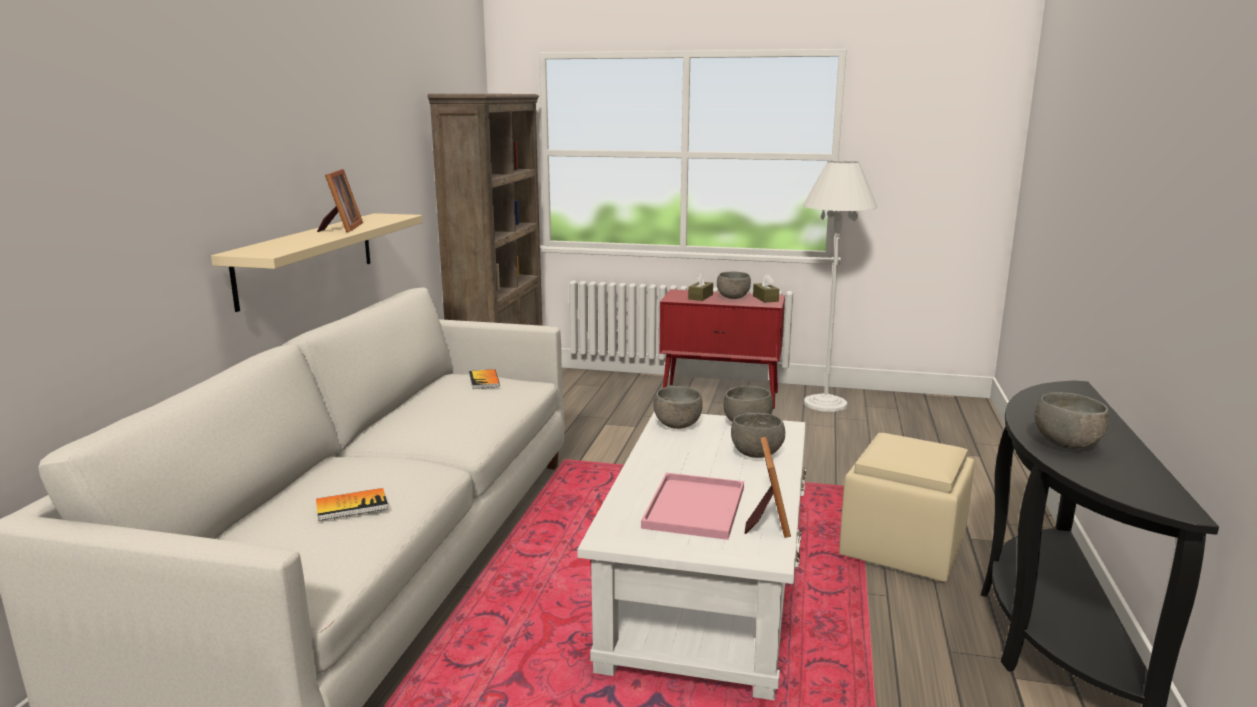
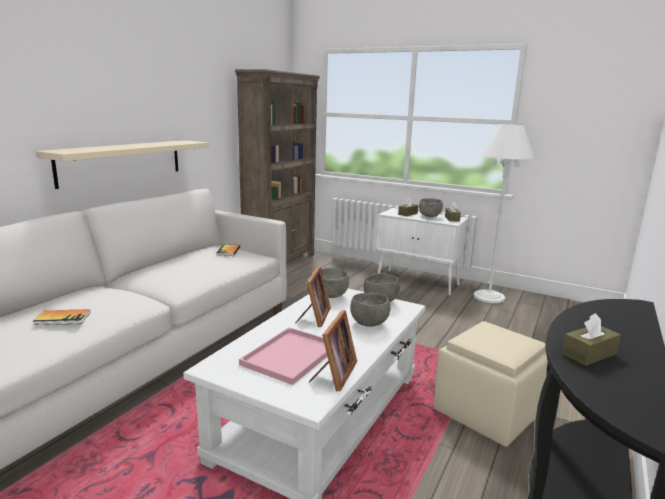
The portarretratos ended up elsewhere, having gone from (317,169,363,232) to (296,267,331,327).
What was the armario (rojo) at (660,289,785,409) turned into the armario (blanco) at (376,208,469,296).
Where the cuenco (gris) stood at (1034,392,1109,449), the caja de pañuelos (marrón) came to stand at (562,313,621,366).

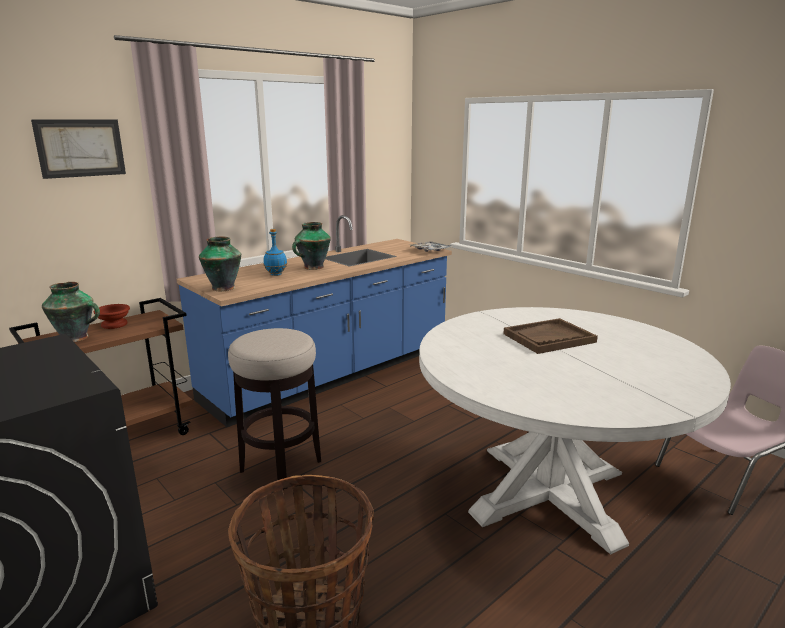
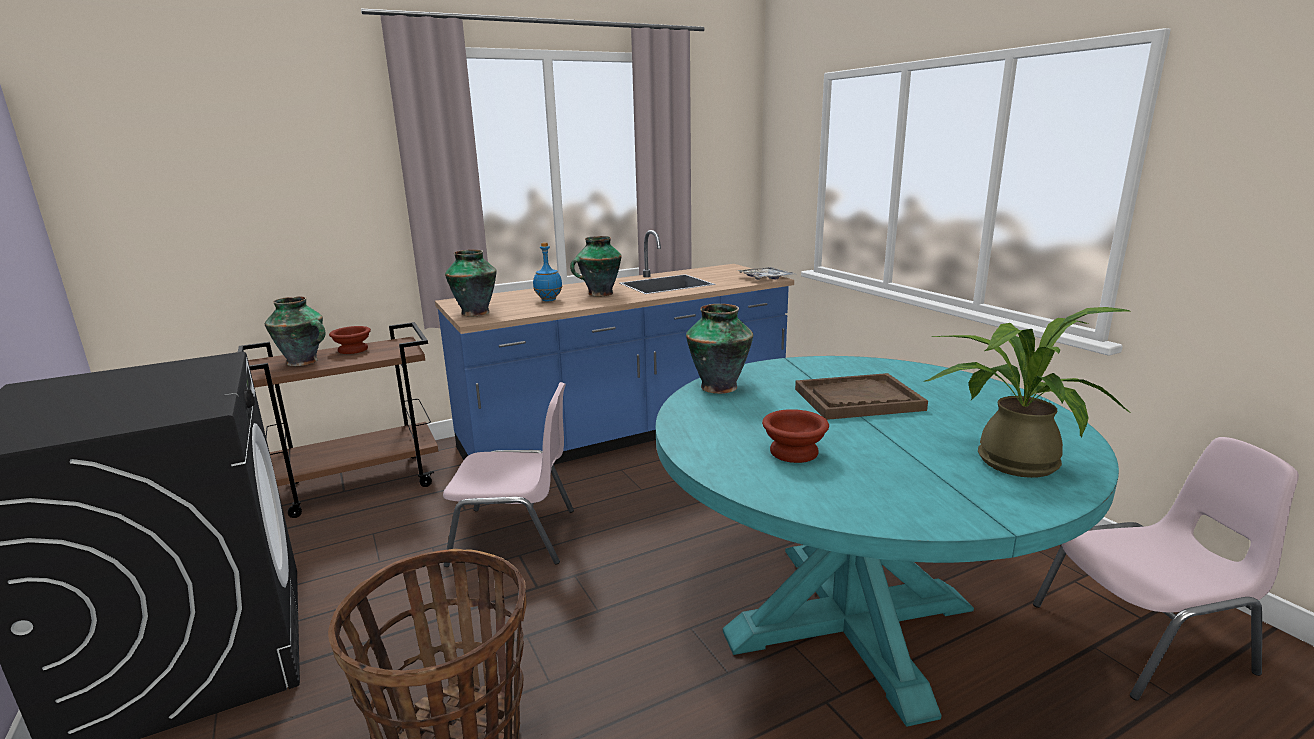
The second view lost the cuadro at (31,120,126,179).
Where the taburete stood at (228,328,321,490), the silla (rosa) came to stand at (443,382,574,567).
What was the mesa de comedor (blanco) at (419,307,731,555) turned into the mesa de comedor (turquesa) at (656,356,1119,727).
The second view gained the florero at (686,304,753,394).
The second view gained the cuenco (marrón) at (762,409,829,463).
The second view gained the planta en maceta at (923,307,1132,478).

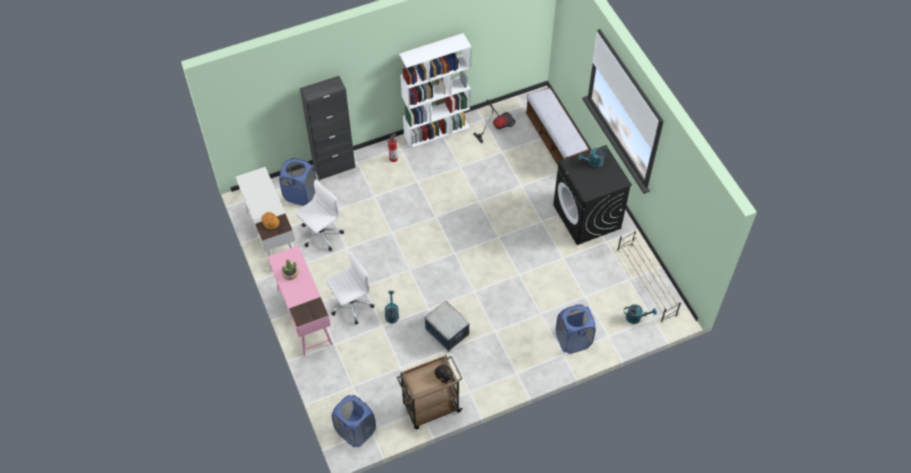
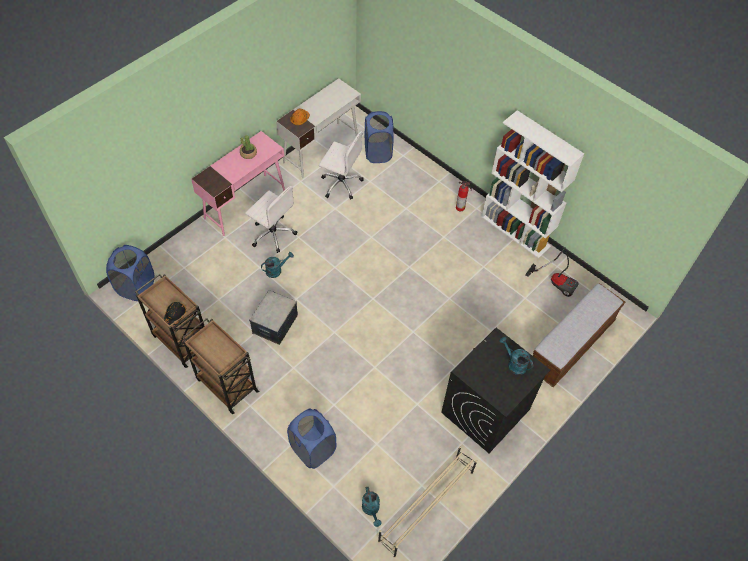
The second view lost the armario (negro) at (300,76,355,180).
The second view gained the carrito (marrón) at (182,318,260,414).

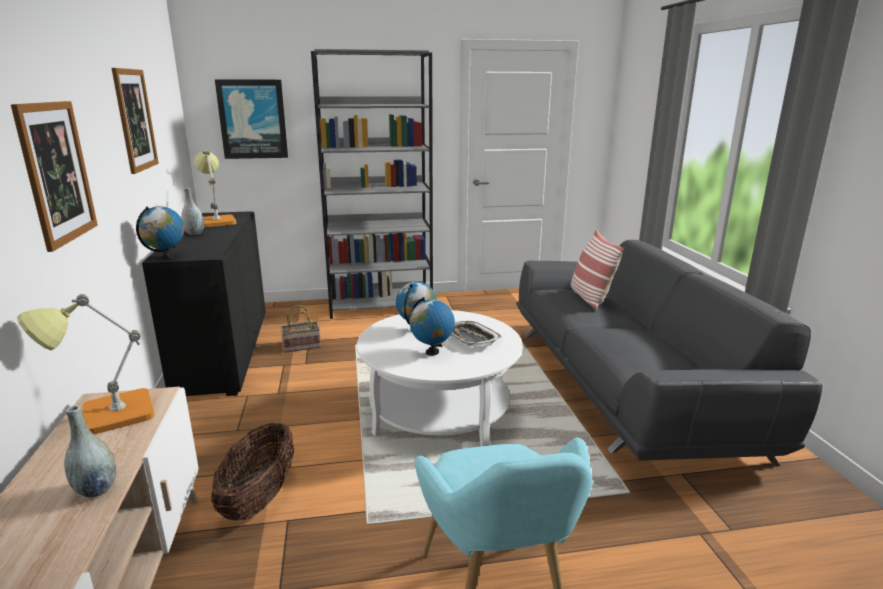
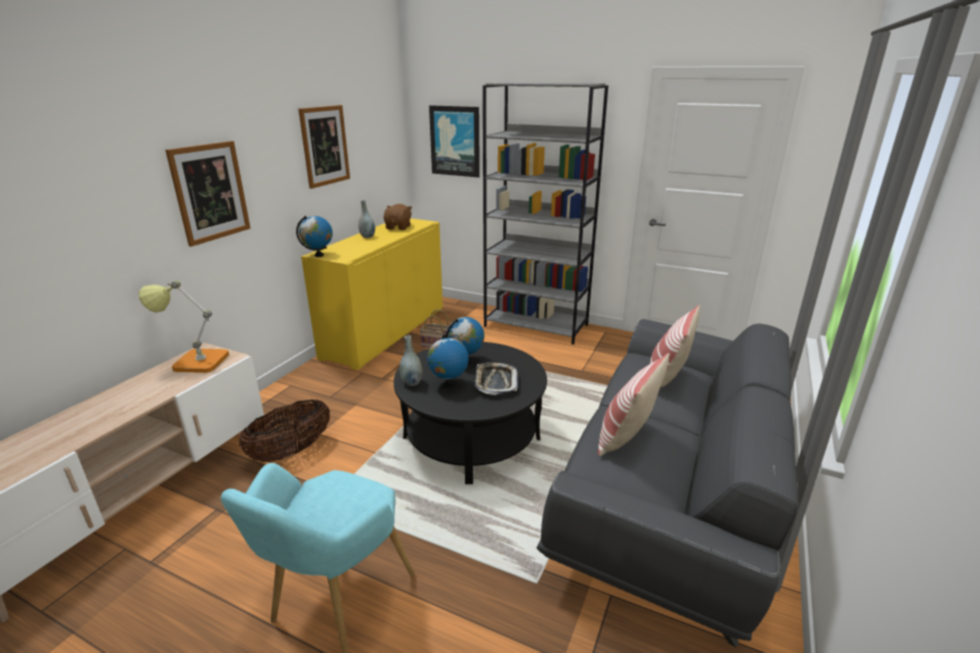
The florero (gris) ended up elsewhere, having gone from (64,405,116,498) to (399,335,423,386).
What was the armario (negro) at (142,211,266,396) turned into the armario (amarillo) at (301,218,443,370).
Where the lámpara de mesa stood at (194,149,236,227), the peluche (marrón) came to stand at (384,204,412,230).
What was the mesa de centro (blanco) at (357,310,523,447) turned into the mesa de centro (negro) at (394,342,547,484).
The second view gained the cojín at (598,353,670,456).

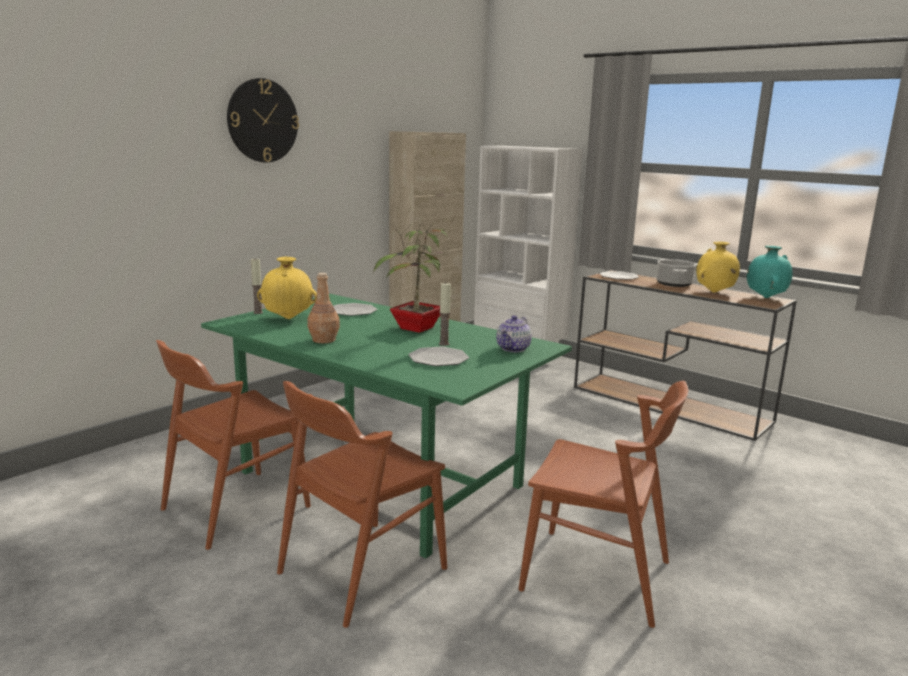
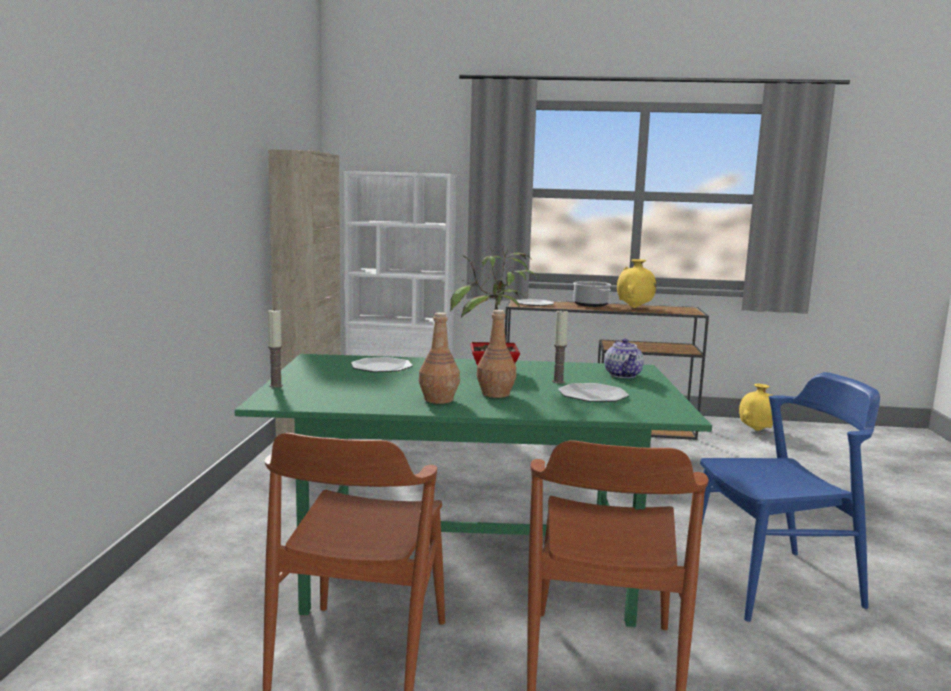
The second view lost the reloj de pared at (227,78,299,162).
The florero (amarillo) ended up elsewhere, having gone from (257,257,317,319) to (739,384,773,431).
What was the silla (marrón) at (519,381,688,628) turned into the silla (azul) at (700,372,880,622).
The second view lost the florero (turquesa) at (747,246,793,298).
The second view gained the botella (marrón) at (477,310,516,398).

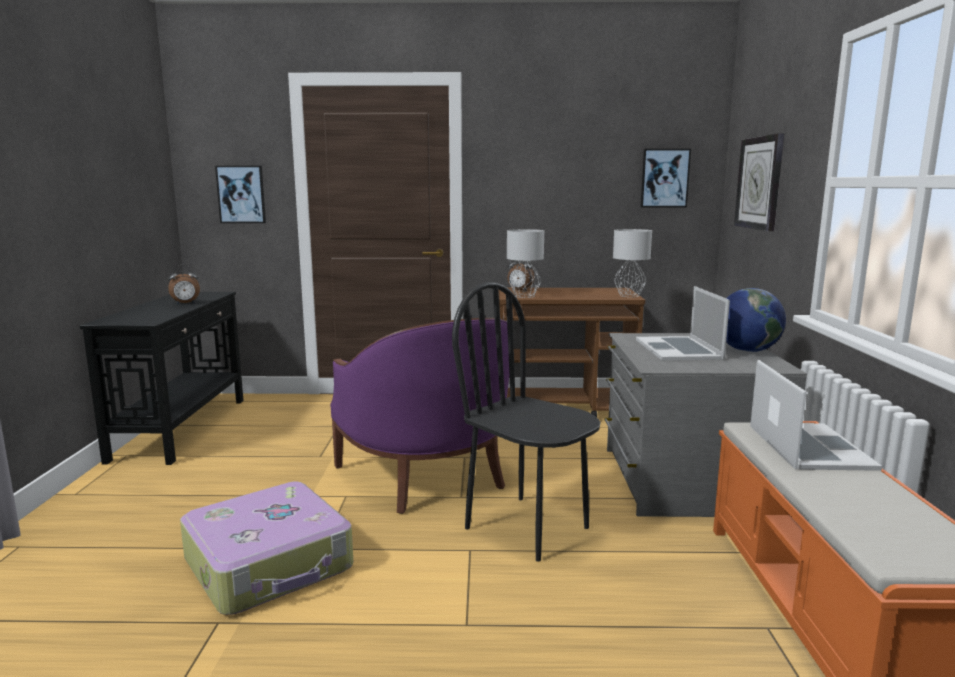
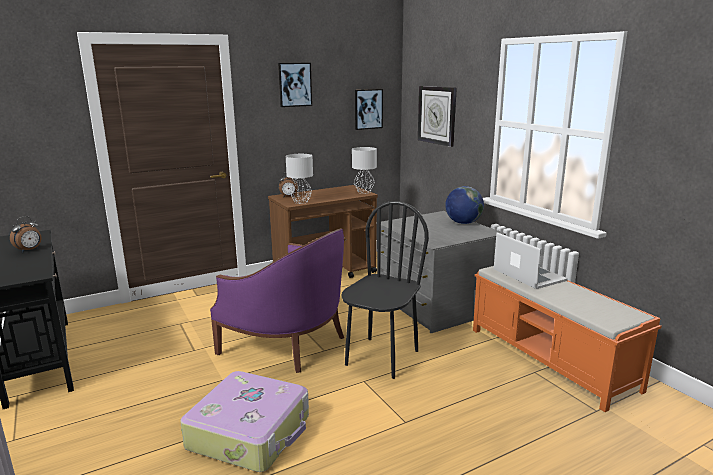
The cuadro ended up elsewhere, having gone from (215,166,266,223) to (278,63,312,107).
The silla (negro) at (452,282,601,562) ended up facing another way, 105 degrees clockwise from before.
The second view lost the portátil at (636,286,730,361).

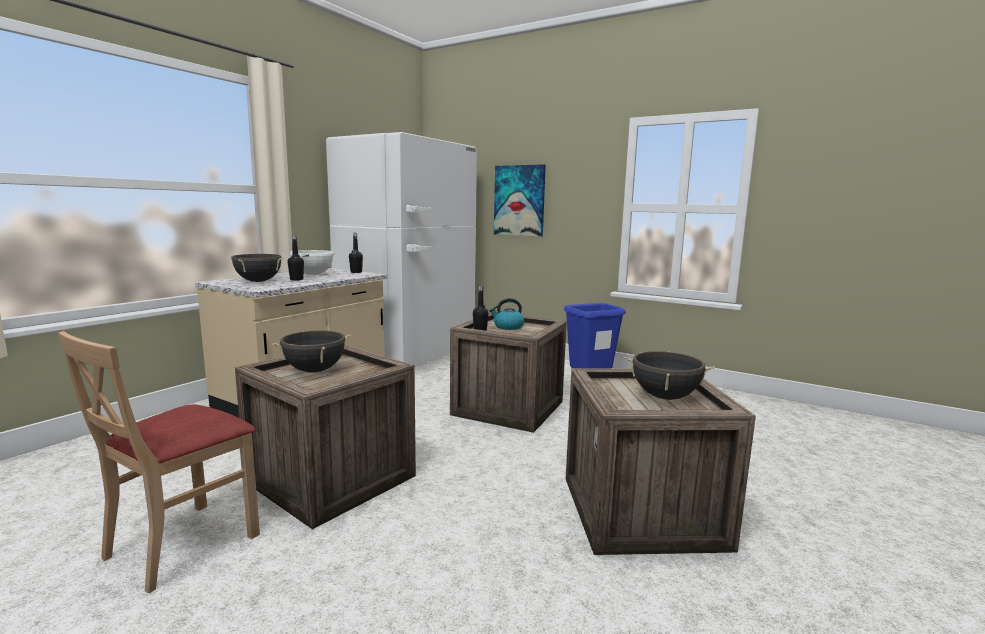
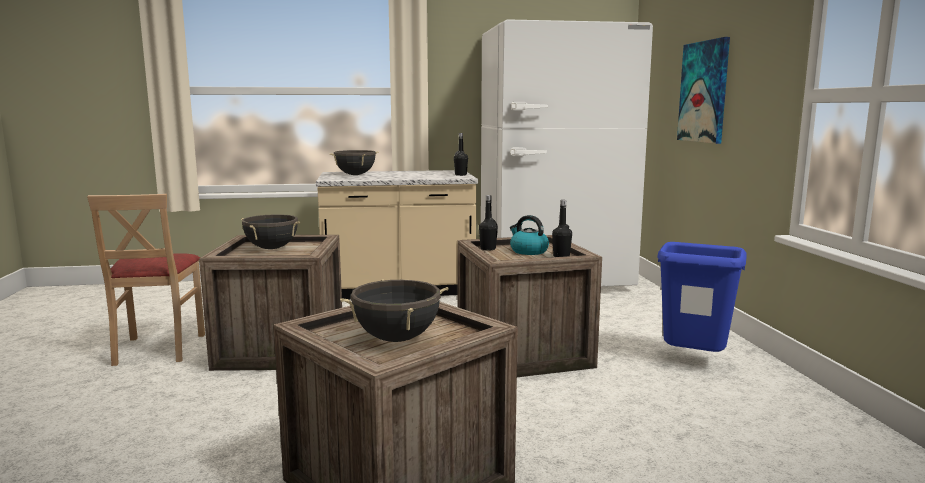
The silla (beis) at (58,331,260,594) ended up facing another way, 90 degrees counterclockwise from before.
The botella (negro) ended up elsewhere, having gone from (288,235,304,281) to (552,200,572,257).
The second view lost the olla (blanco) at (290,250,335,275).

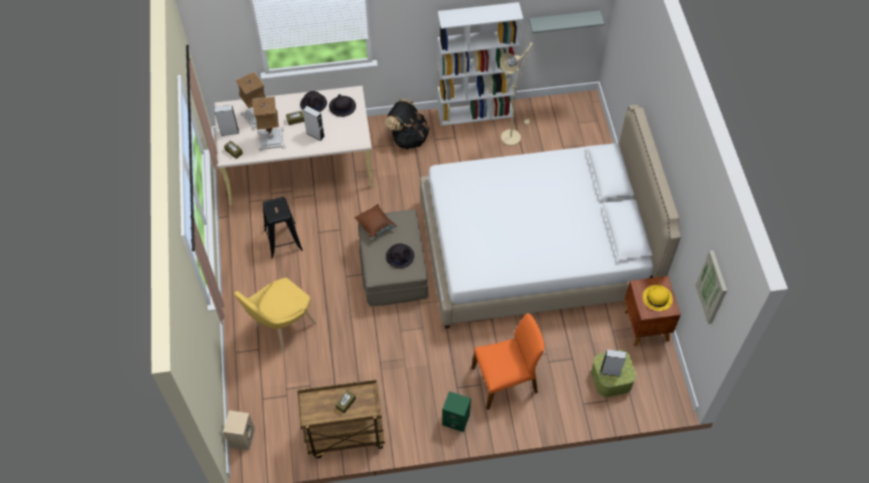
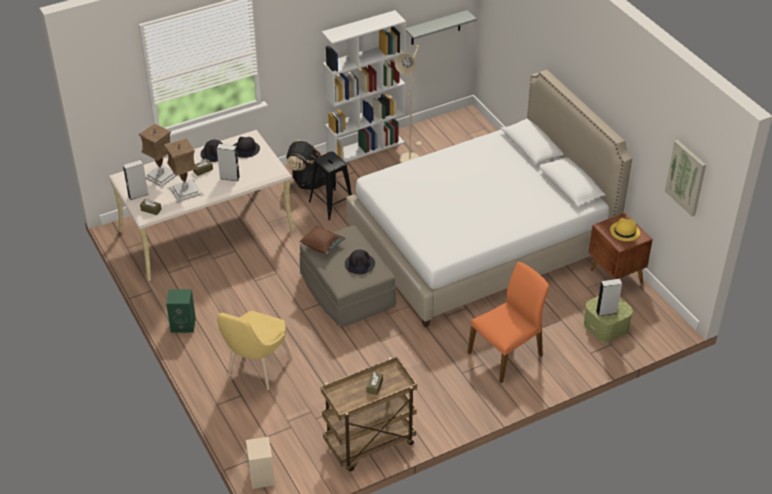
The taburete (negro) ended up elsewhere, having gone from (262,197,303,259) to (309,151,352,220).
The altavoz (verde) ended up elsewhere, having gone from (442,391,471,432) to (166,289,196,333).

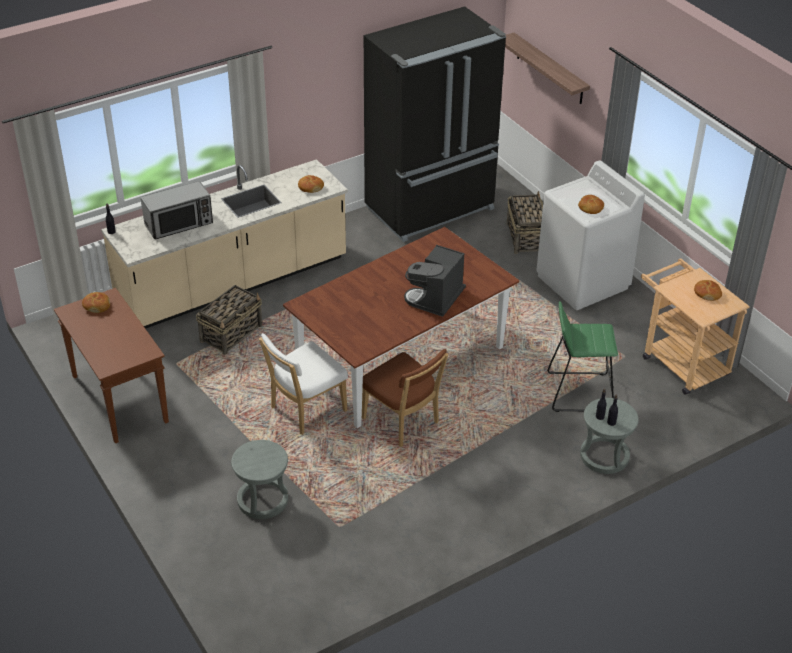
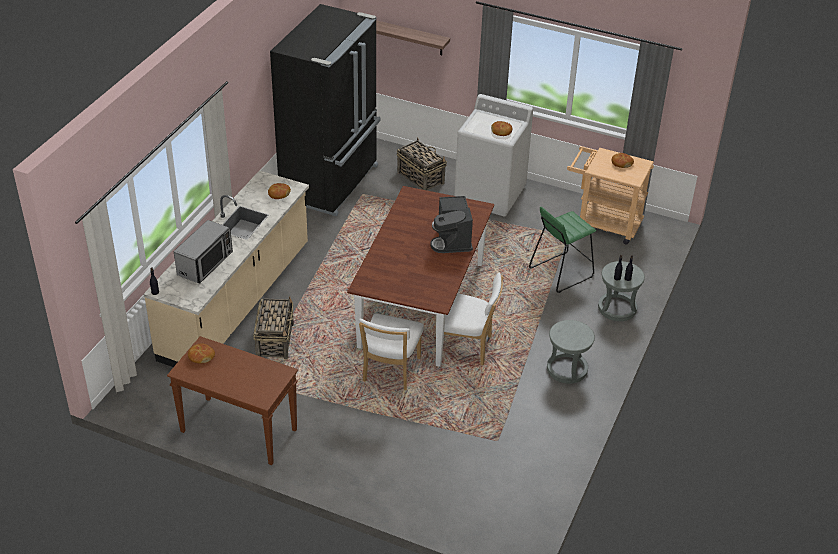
The taburete (gris) ended up elsewhere, having gone from (231,440,288,519) to (547,320,595,384).
What was the silla (marrón) at (362,349,448,447) turned into the silla (blanco) at (444,273,504,366).

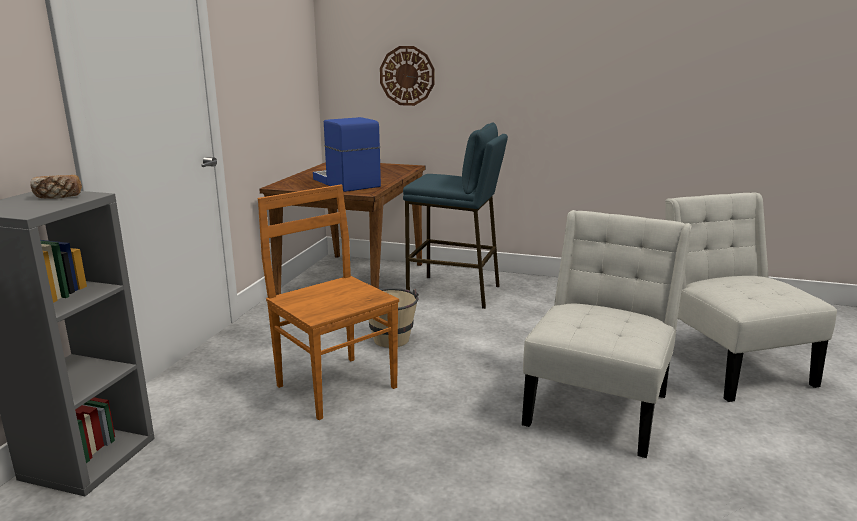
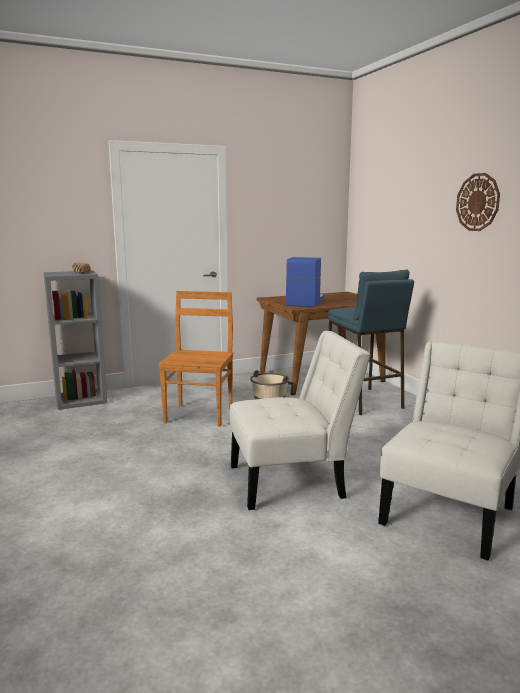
The reloj de pared ended up elsewhere, having gone from (380,46,434,106) to (456,173,500,231).

